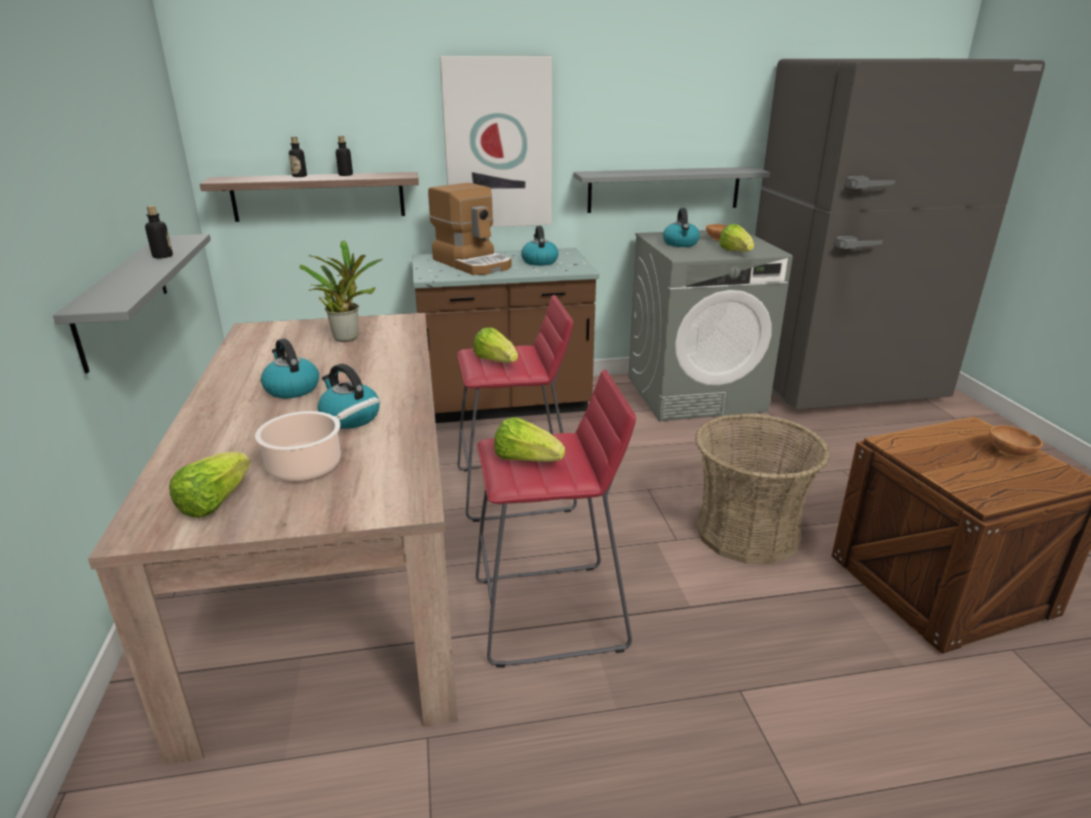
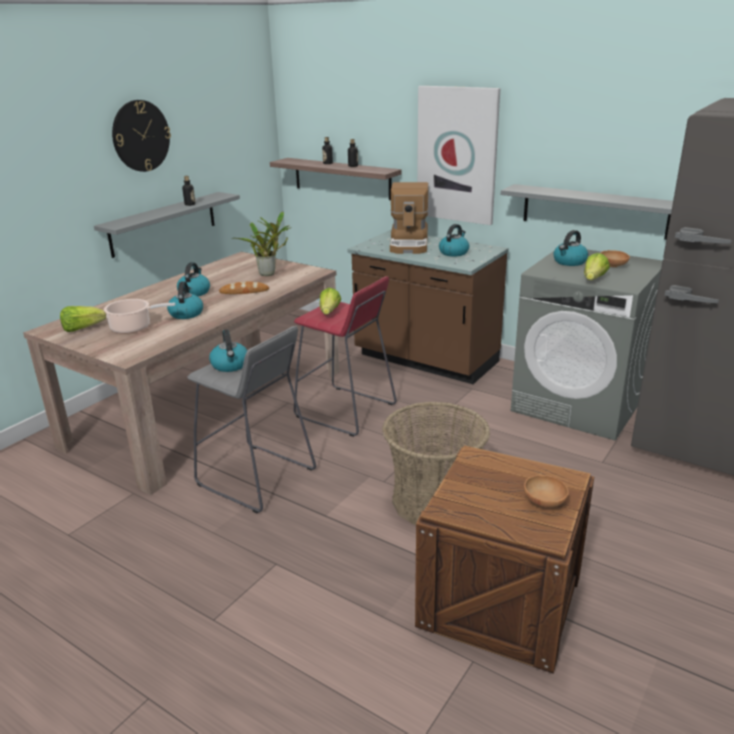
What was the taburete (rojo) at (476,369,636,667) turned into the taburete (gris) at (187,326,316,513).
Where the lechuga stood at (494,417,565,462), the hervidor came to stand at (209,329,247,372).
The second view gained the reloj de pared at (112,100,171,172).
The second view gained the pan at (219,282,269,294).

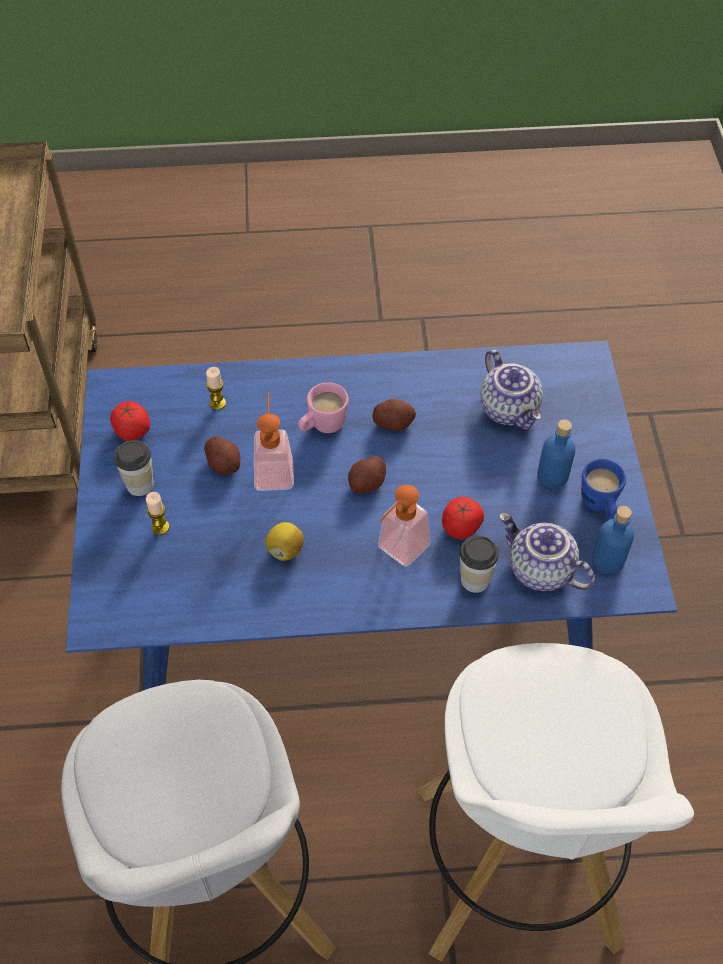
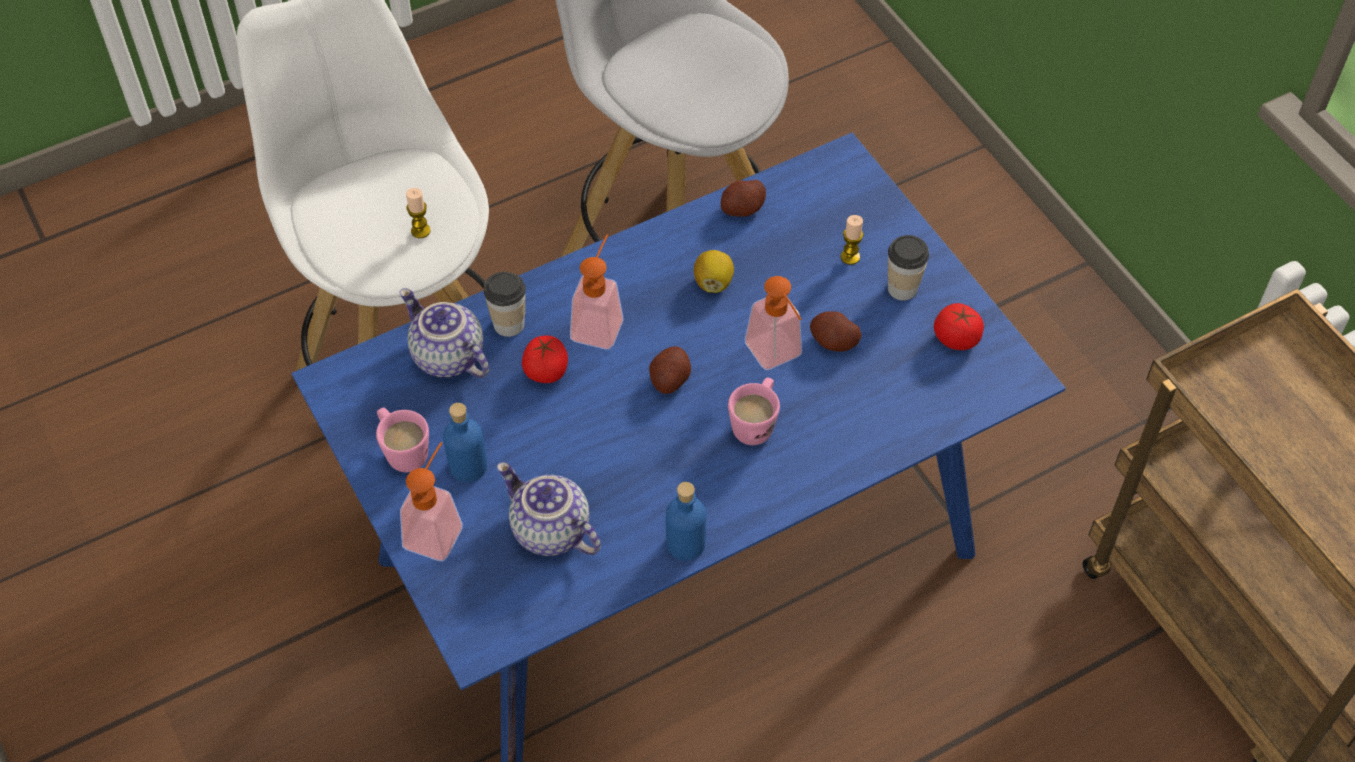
The vela ended up elsewhere, having gone from (206,367,226,410) to (406,188,431,238).
The patata ended up elsewhere, having gone from (372,399,416,431) to (721,180,766,217).
The tetera at (499,513,595,591) ended up facing another way, 150 degrees counterclockwise from before.
What was the taza grande (azul) at (581,459,626,519) turned into the taza grande (rosa) at (376,408,429,472).
The botella (azul) ended up elsewhere, having gone from (592,506,634,574) to (666,482,706,561).
The second view gained the dispensador de jabón at (400,442,463,561).

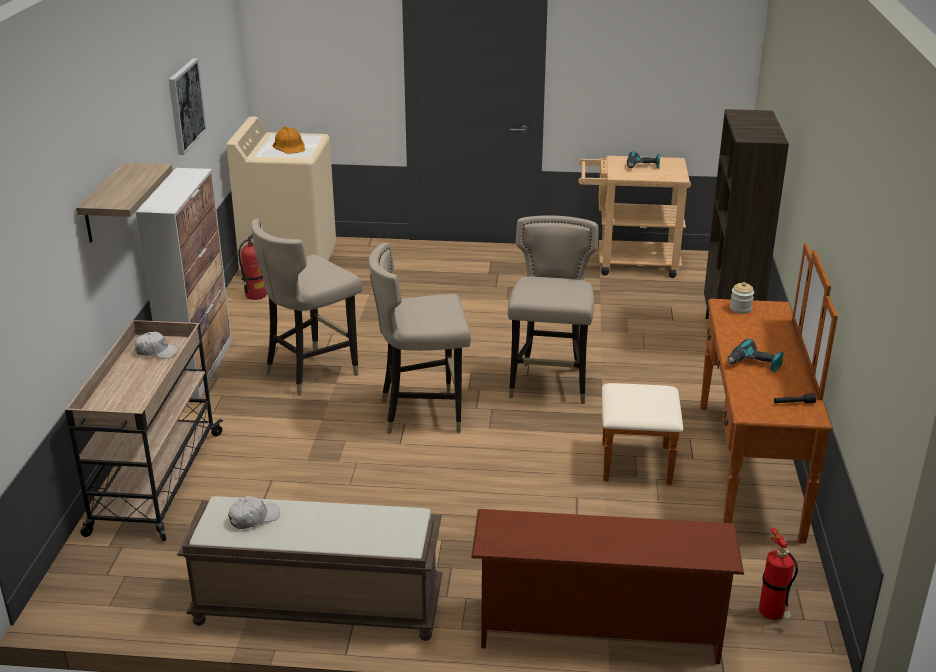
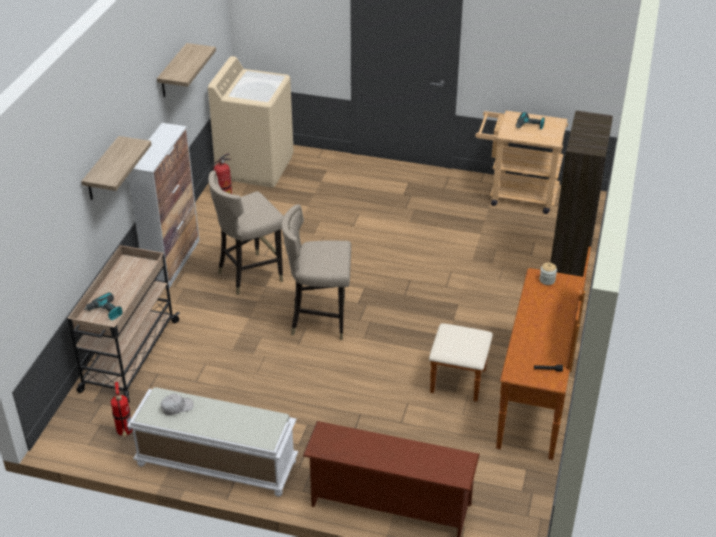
The second view lost the gorra (blanco) at (135,332,179,359).
Where the cuadro hung at (169,58,207,155), the estante came to hang at (157,43,216,97).
What was the banco (marrón) at (177,496,442,641) turned into the banco (blanco) at (127,387,298,497).
The second view lost the casco (naranja) at (273,127,305,154).
The second view lost the taburete (beis) at (508,215,598,404).
The taladro ended up elsewhere, having gone from (727,339,783,372) to (84,292,123,320).
The extintor ended up elsewhere, having gone from (759,528,798,621) to (111,382,133,438).

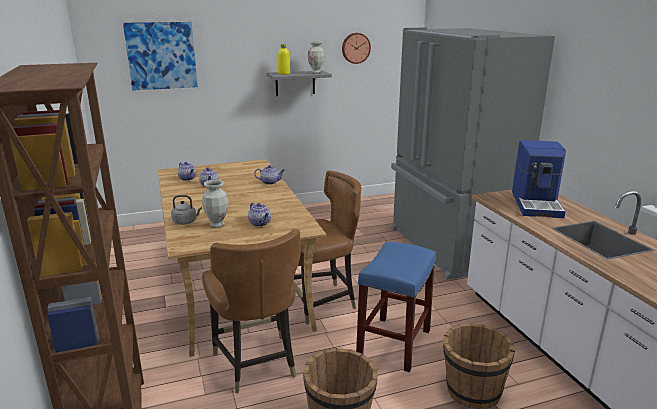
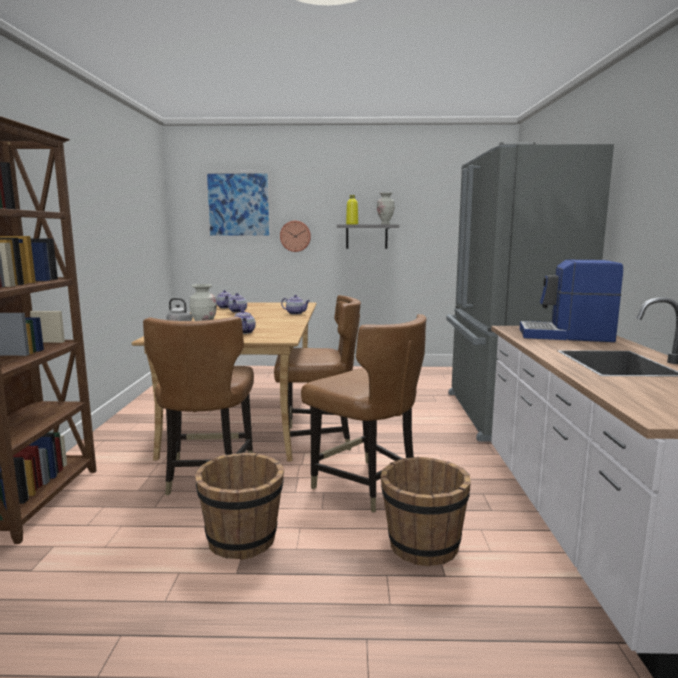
The reloj de pared ended up elsewhere, having gone from (342,33,371,64) to (280,221,311,252).
Where the taburete (azul) stood at (356,242,436,373), the silla (marrón) came to stand at (301,314,426,513).
The cafetera at (512,140,566,218) ended up facing another way, 75 degrees clockwise from before.

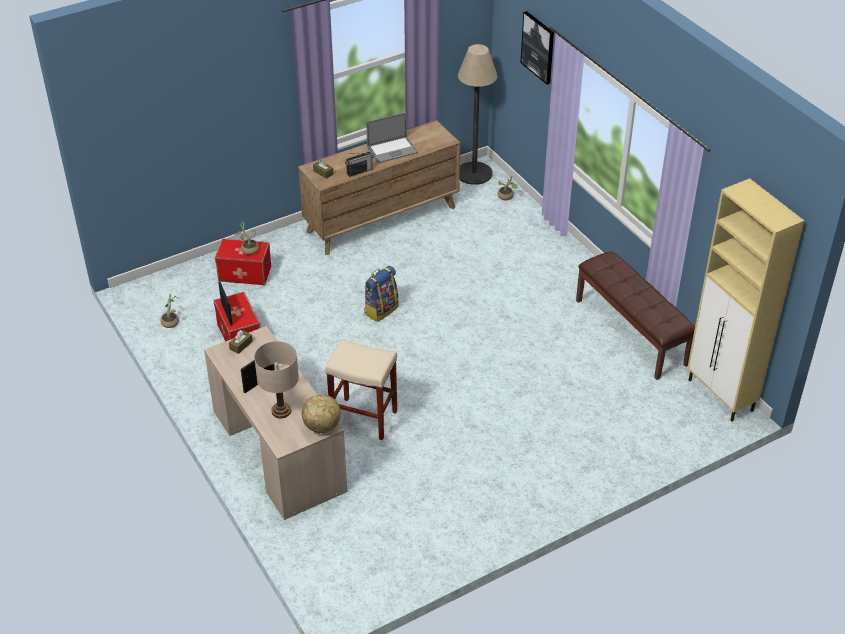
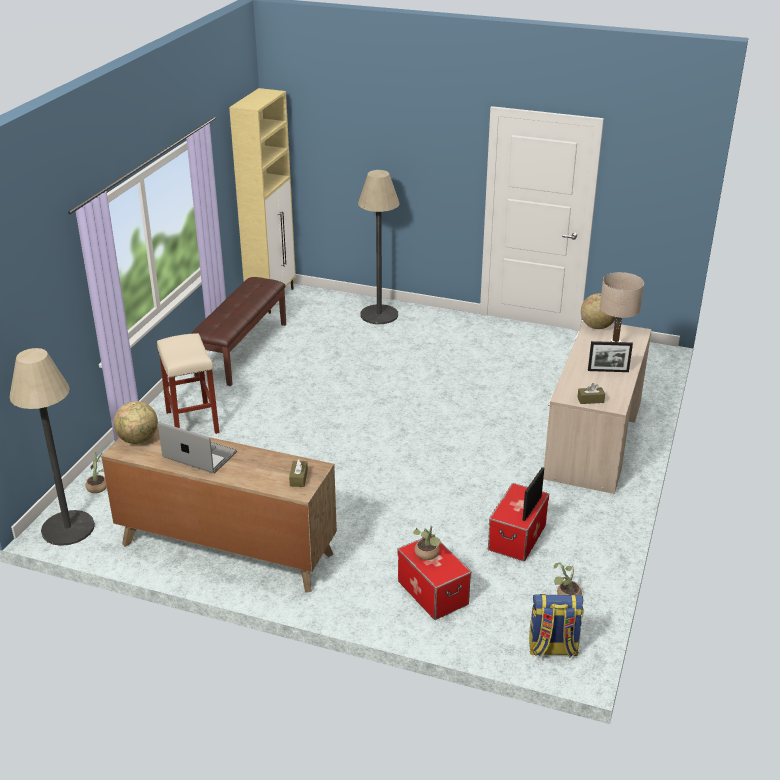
The taburete (beis) ended up elsewhere, having gone from (325,339,397,440) to (157,333,220,434).
The second view lost the radio at (345,152,374,177).
The mochila ended up elsewhere, having gone from (364,265,398,322) to (529,594,583,658).
The second view lost the cuadro at (521,11,554,85).
The second view gained the globo terráqueo at (114,401,158,444).
The second view gained the lámpara de pie at (358,170,400,324).

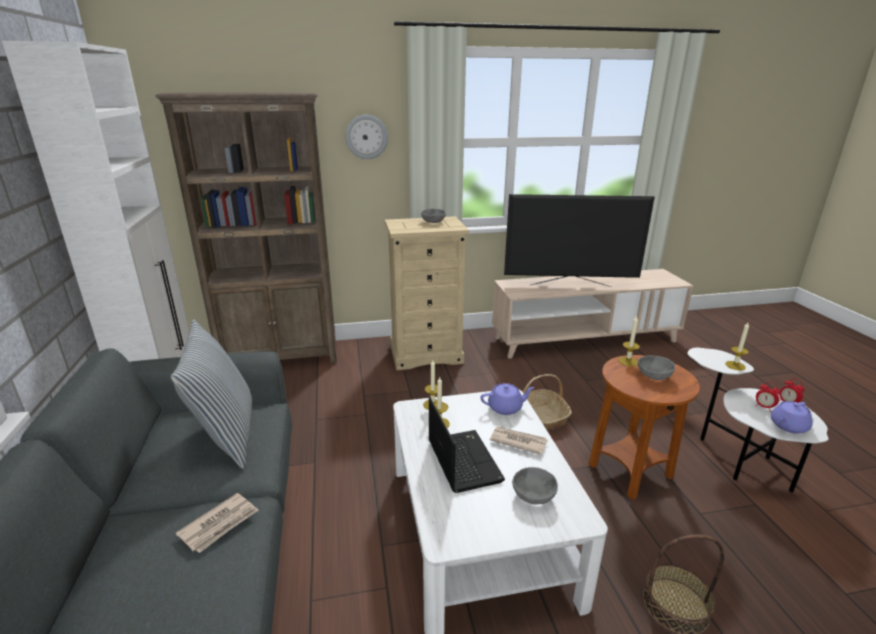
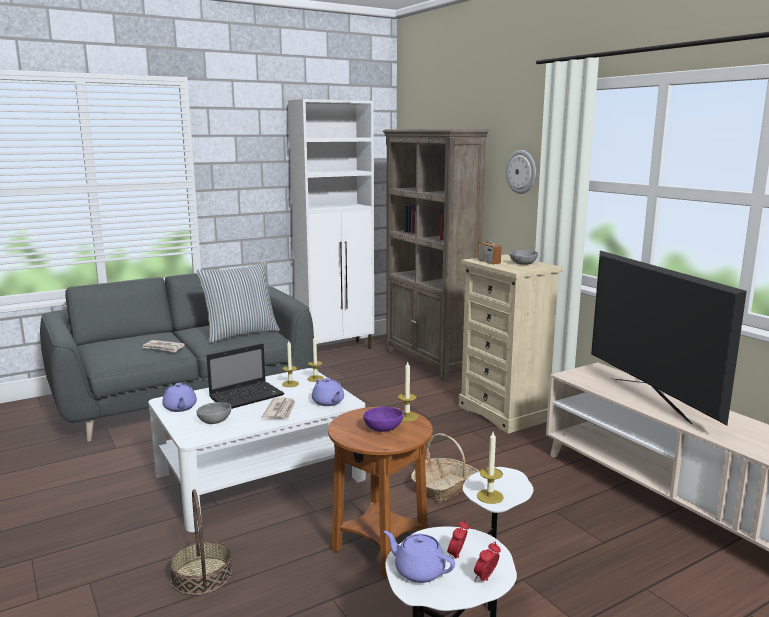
What was the cuenco (gris) at (638,355,676,380) turned into the cuenco (morado) at (363,407,403,432).
The second view gained the tetera (morado) at (162,383,197,412).
The second view gained the radio at (478,224,502,264).

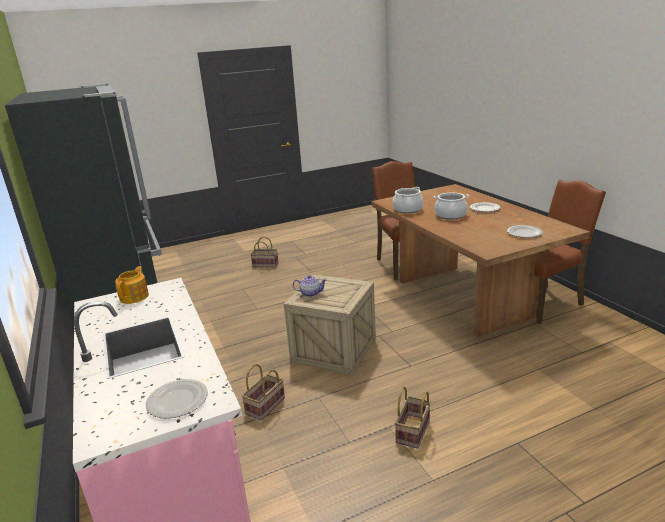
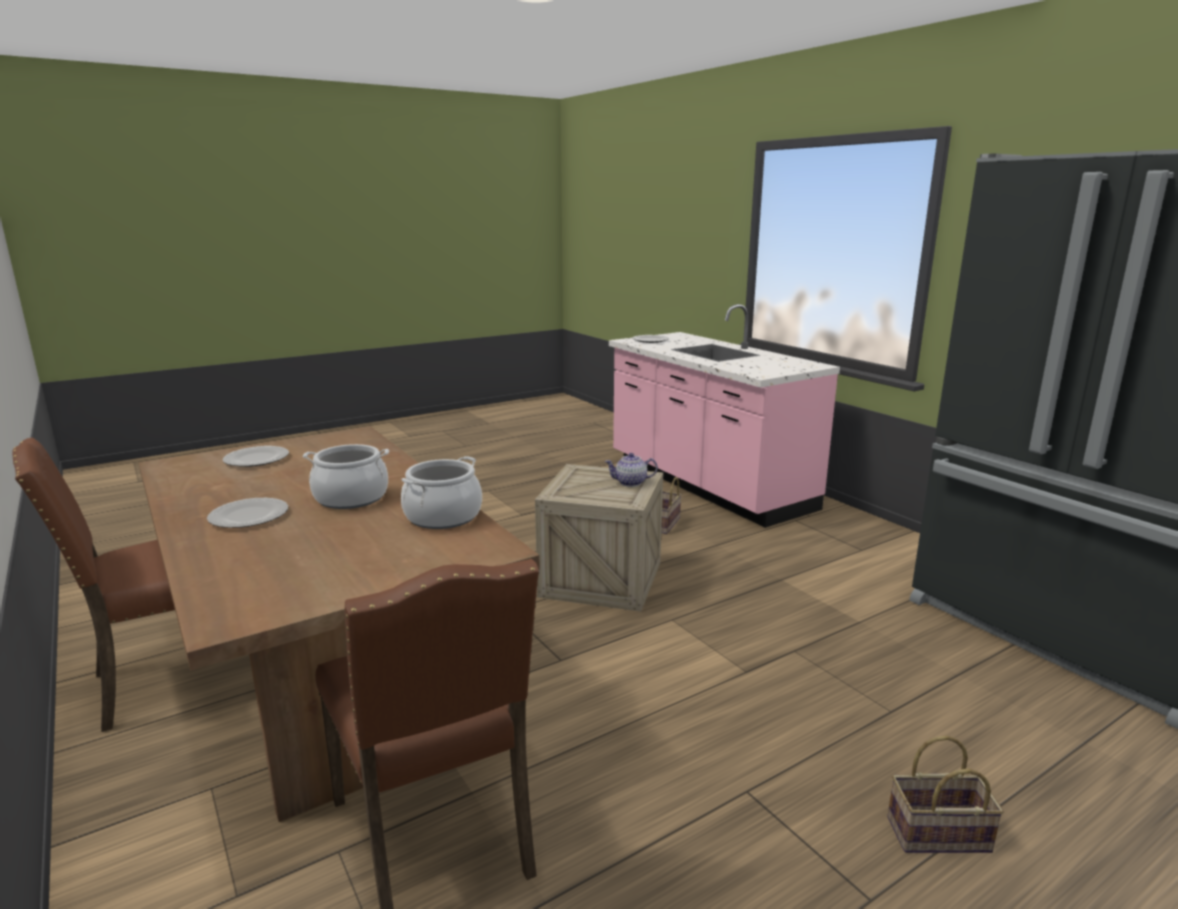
The second view lost the tetera at (115,266,149,304).
The second view lost the cesta at (395,387,431,449).

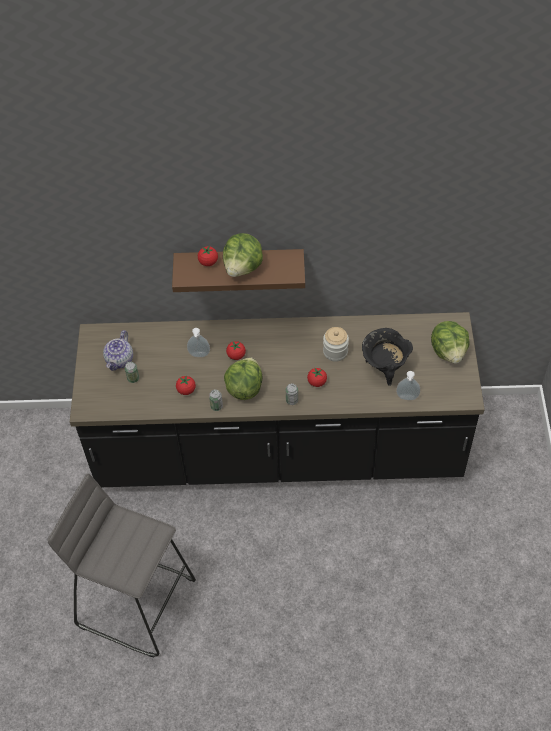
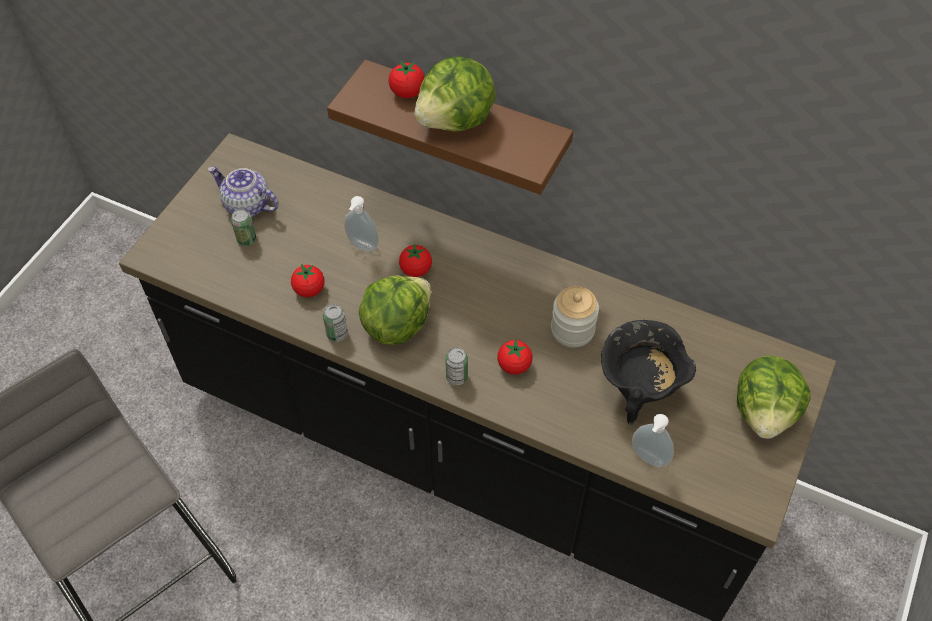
The tetera at (103,330,133,371) ended up facing another way, 75 degrees clockwise from before.

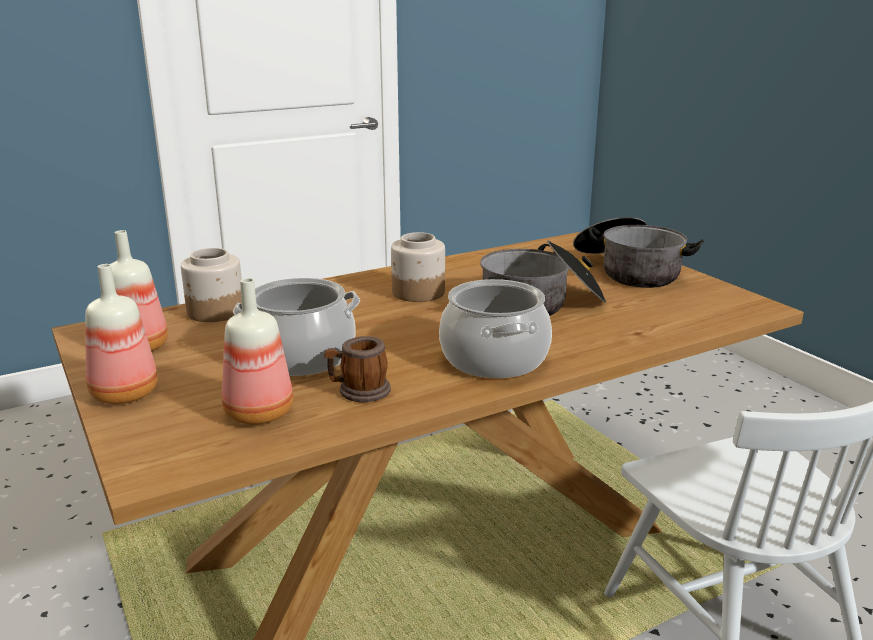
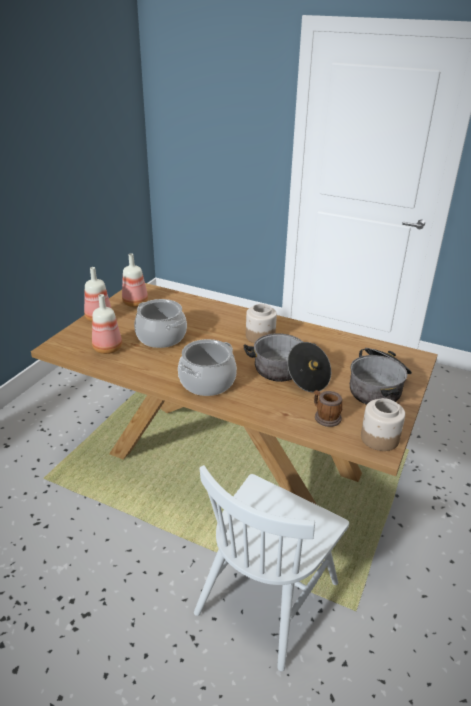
The tarro ended up elsewhere, having gone from (181,248,242,322) to (361,398,405,451).
The taza grande ended up elsewhere, having gone from (324,336,391,402) to (314,390,343,427).

